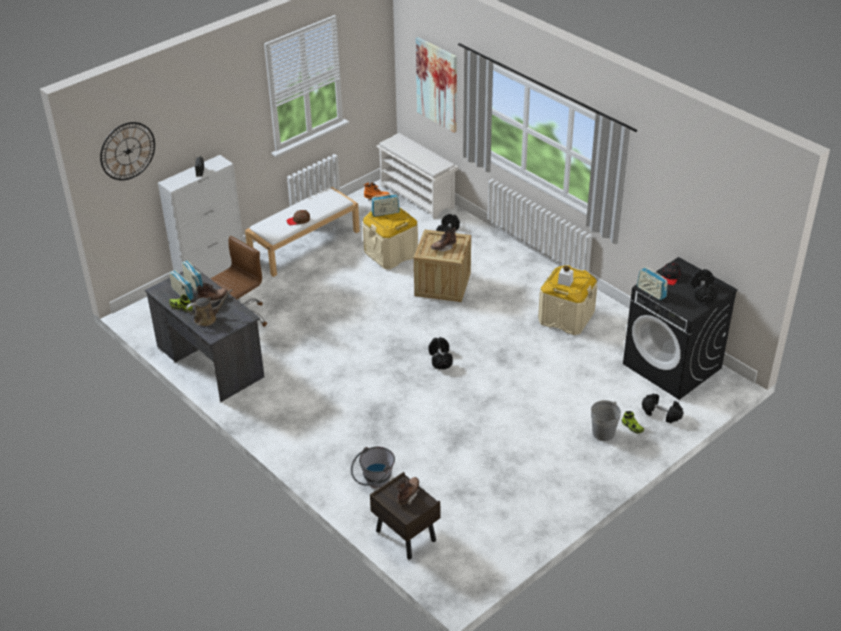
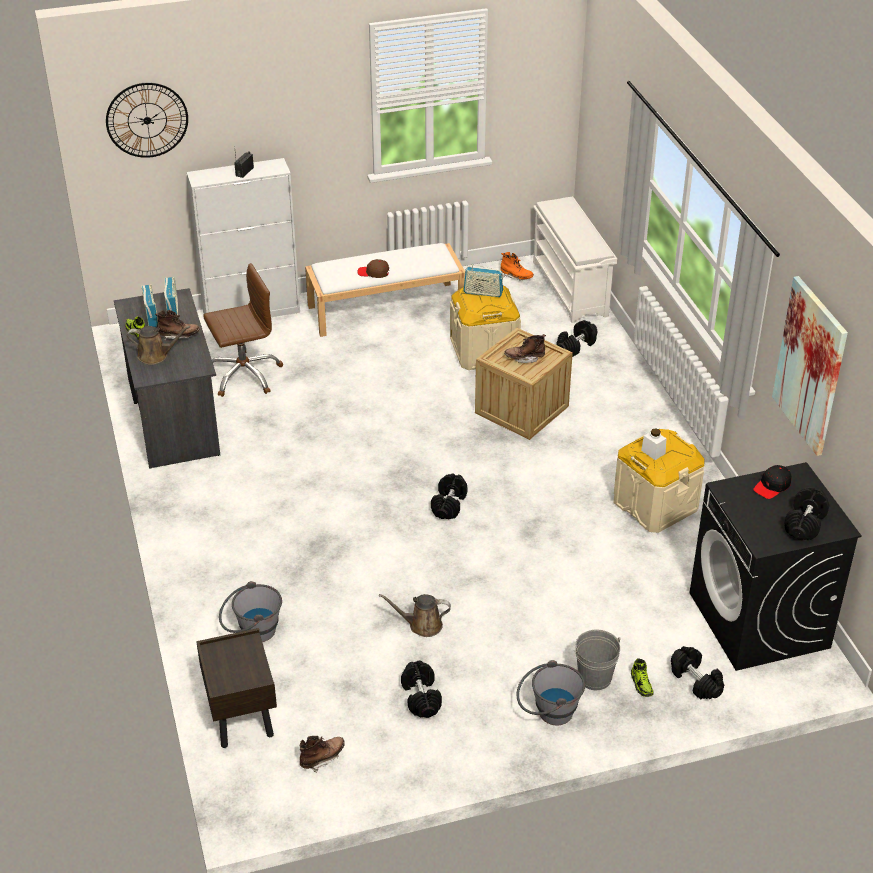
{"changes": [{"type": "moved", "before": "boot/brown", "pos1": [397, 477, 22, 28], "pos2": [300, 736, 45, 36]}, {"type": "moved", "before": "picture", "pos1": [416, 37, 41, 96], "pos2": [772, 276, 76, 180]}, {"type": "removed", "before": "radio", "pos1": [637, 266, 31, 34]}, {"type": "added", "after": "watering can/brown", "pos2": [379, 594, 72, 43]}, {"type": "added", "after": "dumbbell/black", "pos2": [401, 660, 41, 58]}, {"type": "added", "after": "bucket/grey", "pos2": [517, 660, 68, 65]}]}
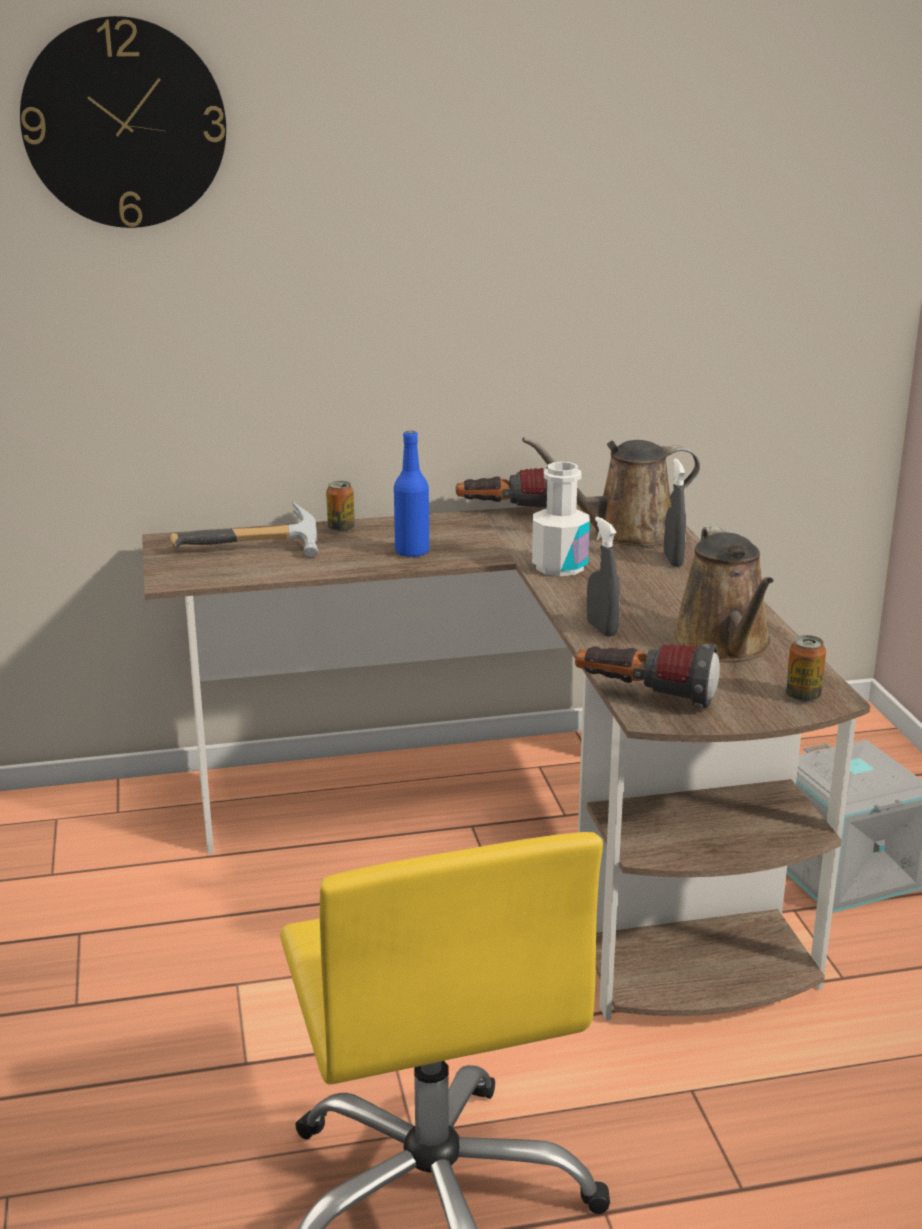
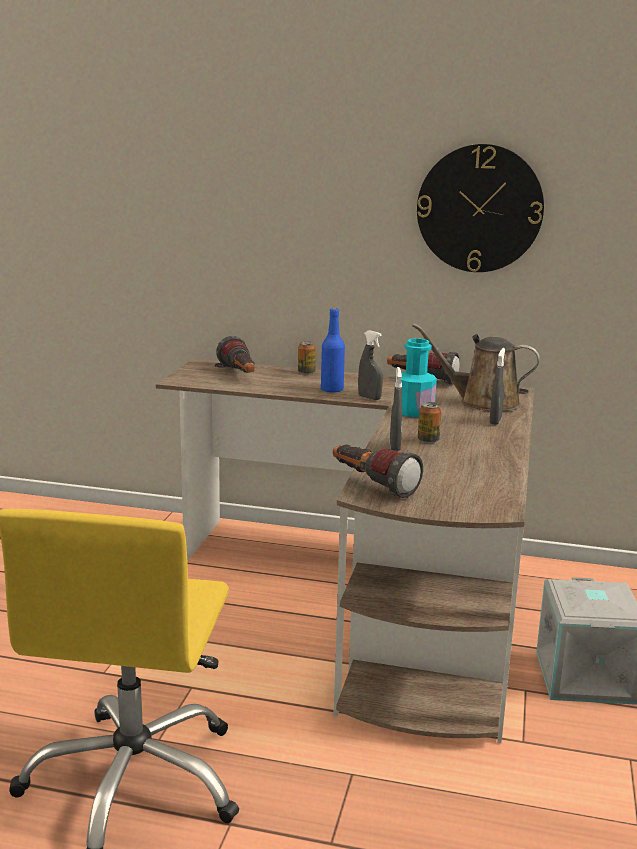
{"changes": [{"type": "moved", "before": "wall clock", "pos1": [20, 16, 206, 212], "pos2": [417, 144, 127, 128]}, {"type": "replaced", "before": "hammer", "after": "flashlight", "pos1": [170, 502, 148, 55], "pos2": [216, 336, 39, 37]}, {"type": "recoloured", "before": "bottle/white", "after": "bottle/turquoise", "pos1": [532, 462, 58, 114], "pos2": [395, 338, 42, 79]}, {"type": "removed", "before": "watering can/brown", "pos1": [672, 526, 102, 136]}, {"type": "moved", "before": "can", "pos1": [786, 635, 40, 67], "pos2": [418, 402, 23, 41]}, {"type": "added", "after": "spray bottle/grey", "pos2": [358, 330, 25, 70]}]}
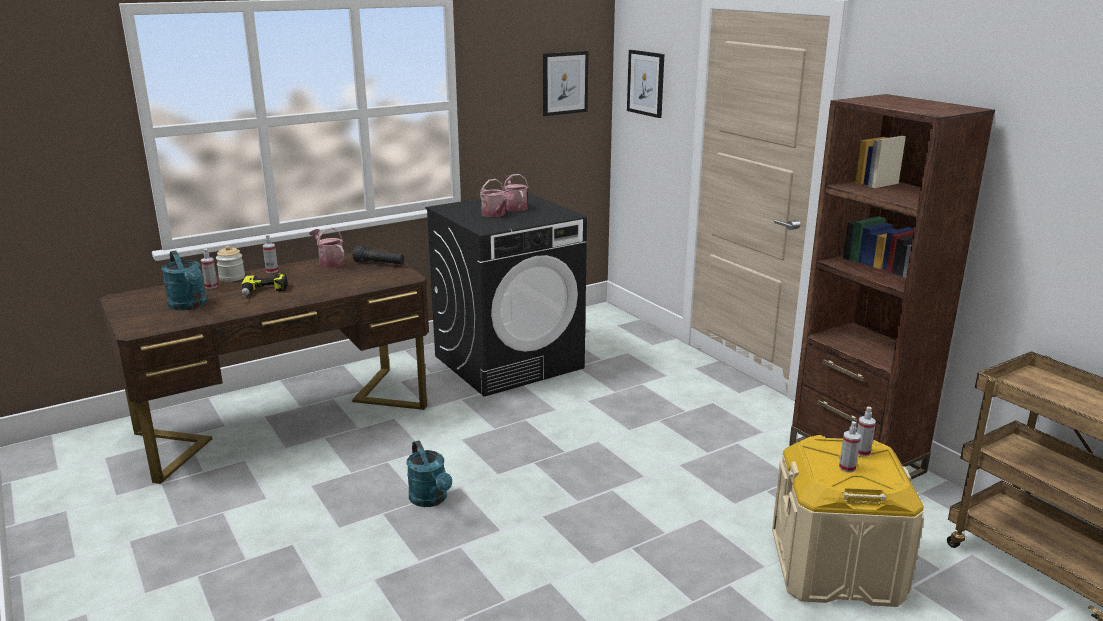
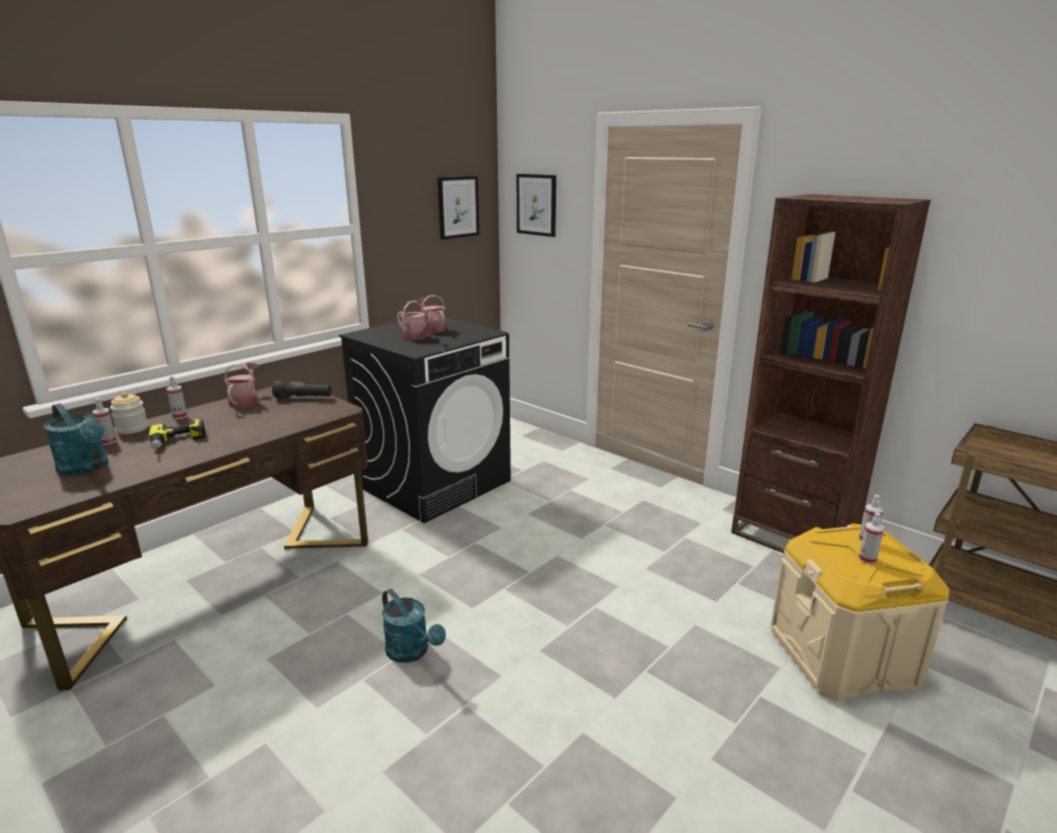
{"changes": [{"type": "turned", "before": "watering can", "pos1": [309, 227, 36, 41], "pos2": [224, 363, 35, 45], "turn": 60}]}
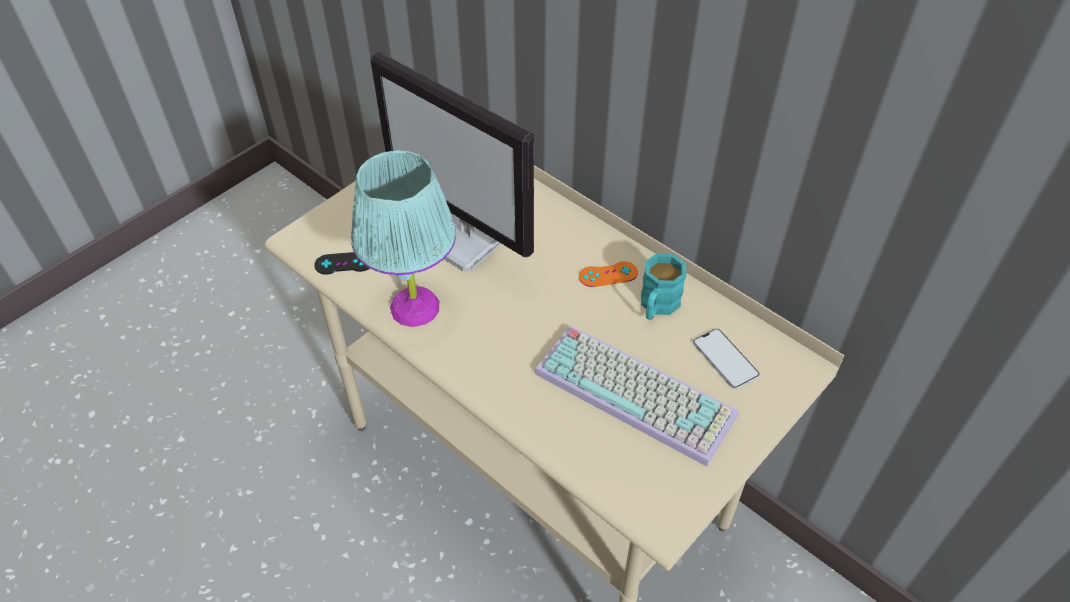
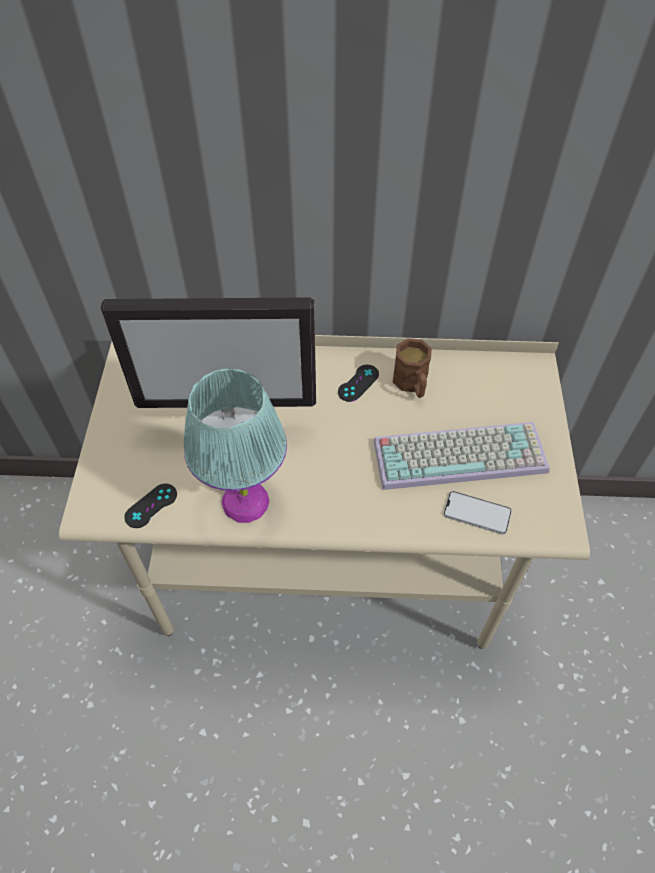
{"changes": [{"type": "recoloured", "before": "game controller/orange", "after": "game controller/black", "pos1": [579, 261, 59, 26], "pos2": [338, 365, 41, 37]}, {"type": "recoloured", "before": "mug/turquoise", "after": "mug/brown", "pos1": [641, 253, 46, 67], "pos2": [393, 338, 39, 60]}, {"type": "moved", "before": "phone", "pos1": [693, 328, 67, 61], "pos2": [443, 491, 69, 44]}]}
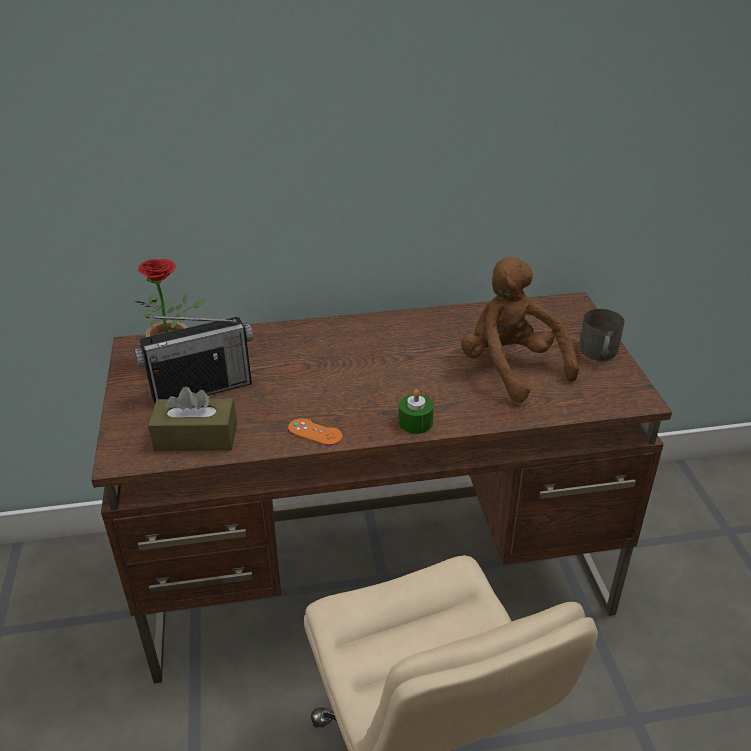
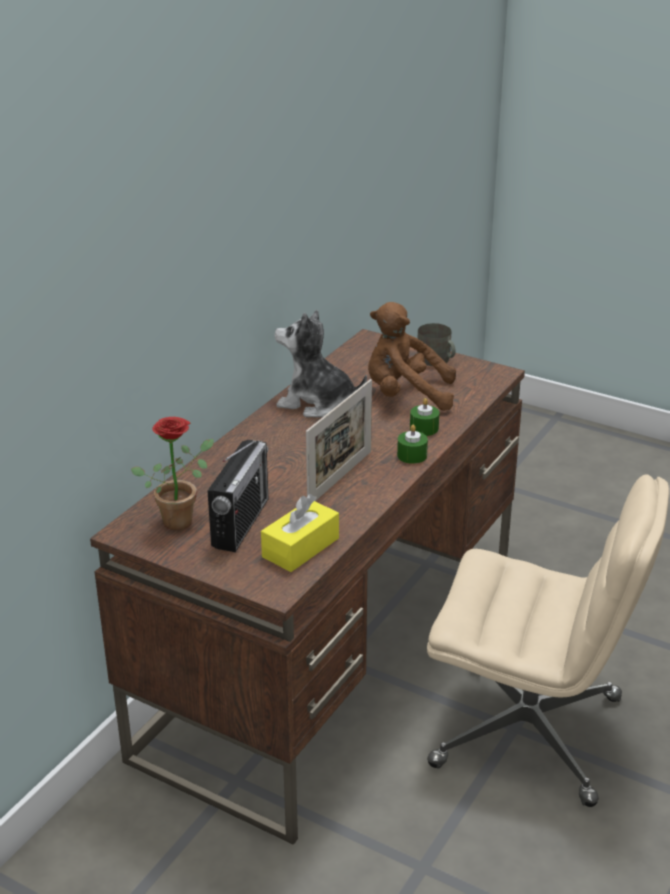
{"changes": [{"type": "recoloured", "before": "tissue box/brown", "after": "tissue box/yellow", "pos1": [148, 387, 89, 64], "pos2": [261, 494, 78, 78]}, {"type": "removed", "before": "game controller/orange", "pos1": [288, 418, 55, 28]}, {"type": "added", "after": "plush toy", "pos2": [274, 310, 93, 107]}, {"type": "added", "after": "picture frame", "pos2": [306, 379, 66, 122]}, {"type": "added", "after": "candle/green", "pos2": [410, 398, 29, 38]}]}
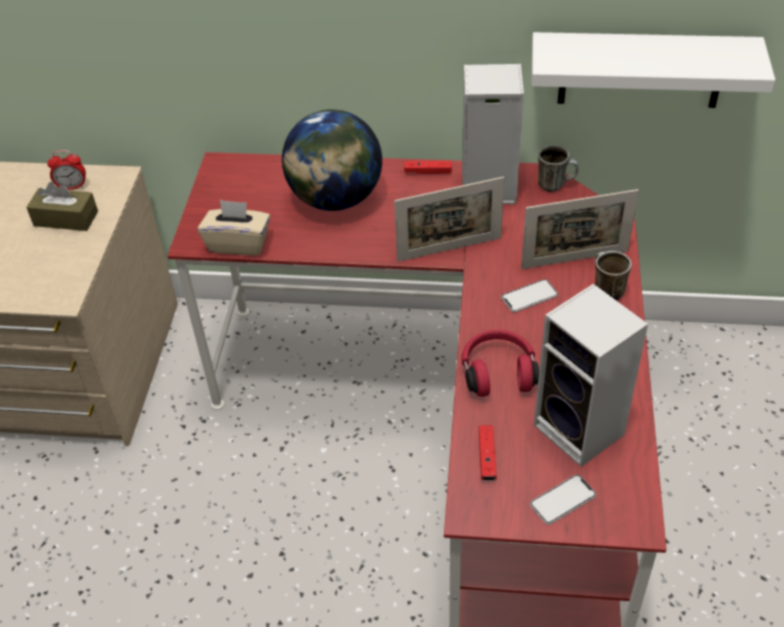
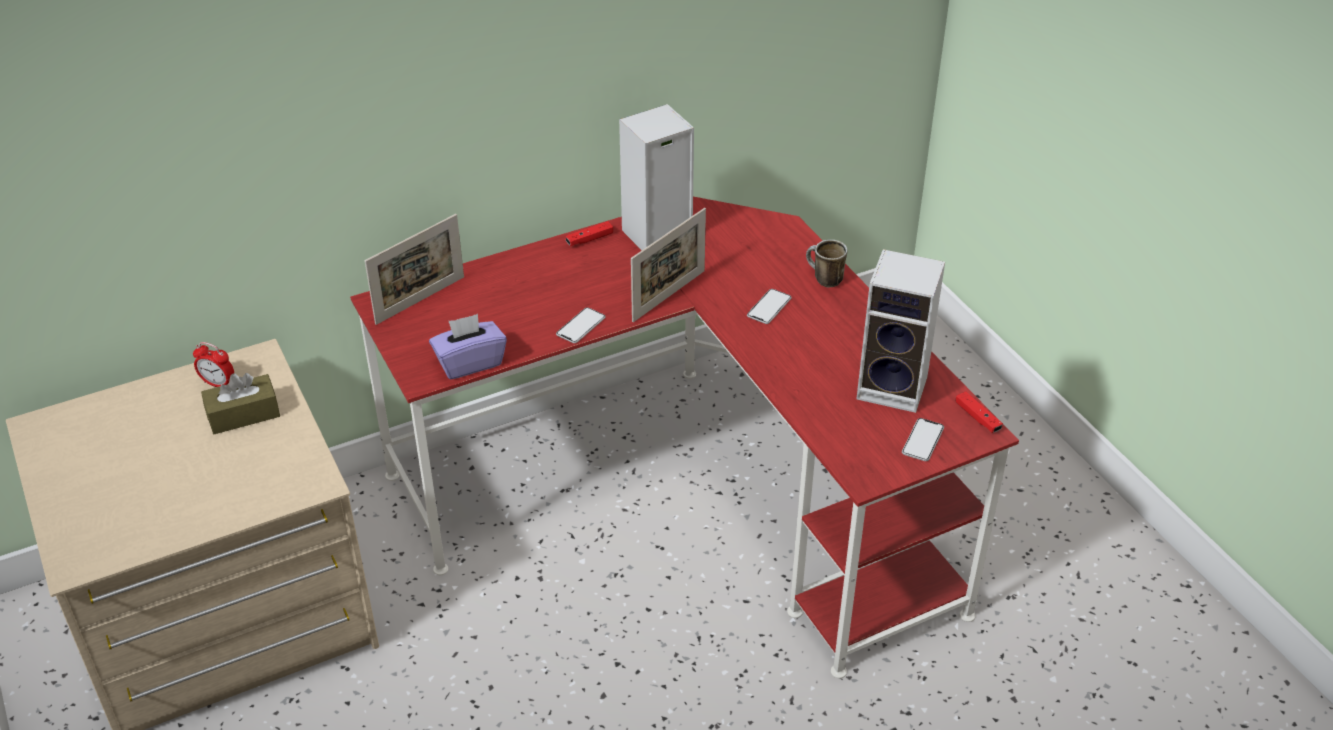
{"changes": [{"type": "turned", "before": "alarm clock", "pos1": [47, 150, 39, 40], "pos2": [193, 342, 41, 45], "turn": 60}, {"type": "recoloured", "before": "tissue box/beige", "after": "tissue box/purple", "pos1": [198, 200, 72, 56], "pos2": [429, 314, 78, 65]}, {"type": "removed", "before": "globe", "pos1": [282, 109, 100, 102]}, {"type": "removed", "before": "headphones/red", "pos1": [461, 330, 78, 67]}, {"type": "moved", "before": "game controller/red", "pos1": [479, 425, 18, 56], "pos2": [955, 391, 48, 42]}, {"type": "moved", "before": "picture frame", "pos1": [521, 189, 118, 80], "pos2": [365, 214, 99, 111]}, {"type": "removed", "before": "shelf/white", "pos1": [532, 32, 243, 76]}, {"type": "removed", "before": "mug", "pos1": [538, 145, 41, 47]}, {"type": "added", "after": "phone", "pos2": [556, 307, 50, 36]}]}
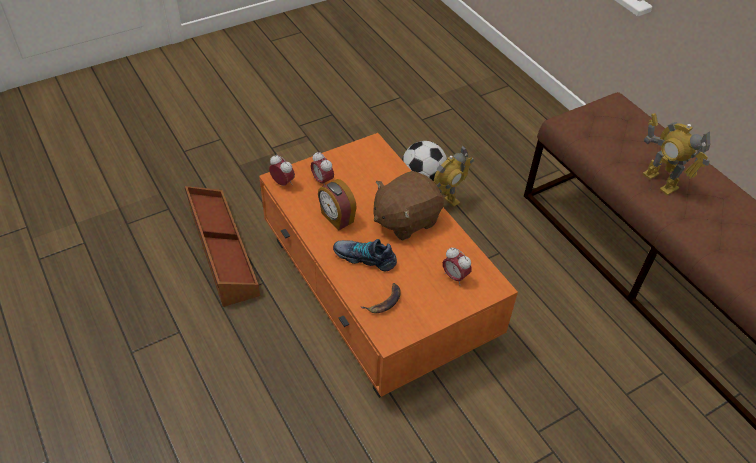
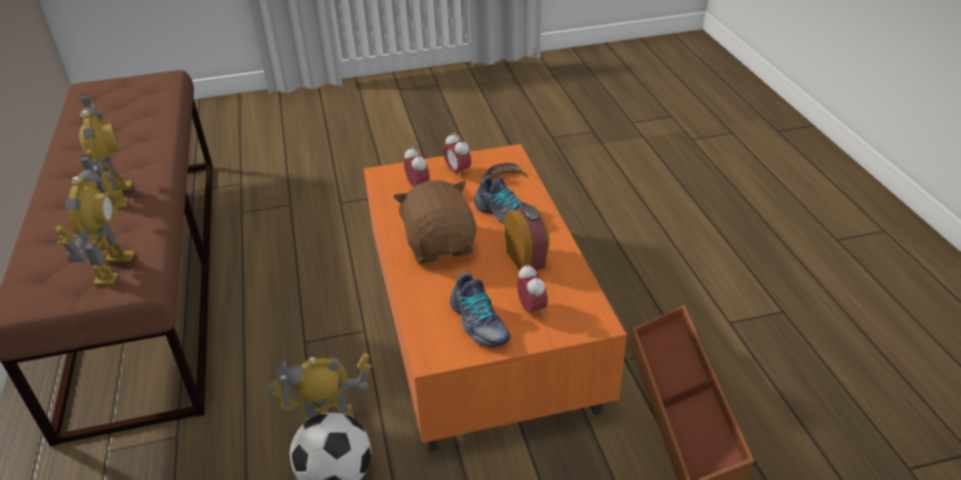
{"changes": [{"type": "moved", "before": "alarm clock", "pos1": [269, 155, 26, 31], "pos2": [444, 133, 27, 45]}, {"type": "turned", "before": "plush toy/brown", "pos1": [374, 171, 70, 70], "pos2": [393, 180, 84, 83], "turn": -90}, {"type": "added", "after": "toy robot", "pos2": [54, 155, 81, 130]}, {"type": "added", "after": "shoe", "pos2": [450, 273, 61, 74]}]}
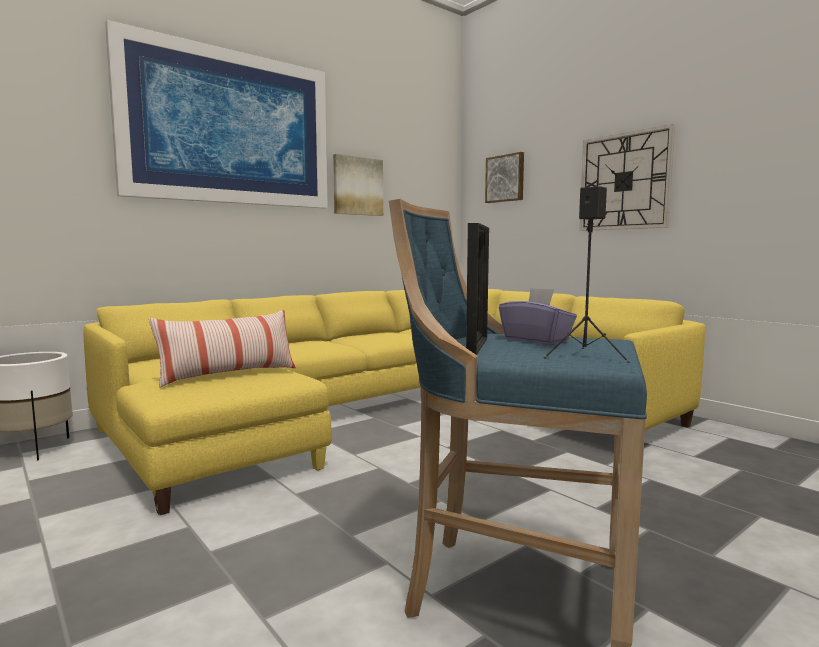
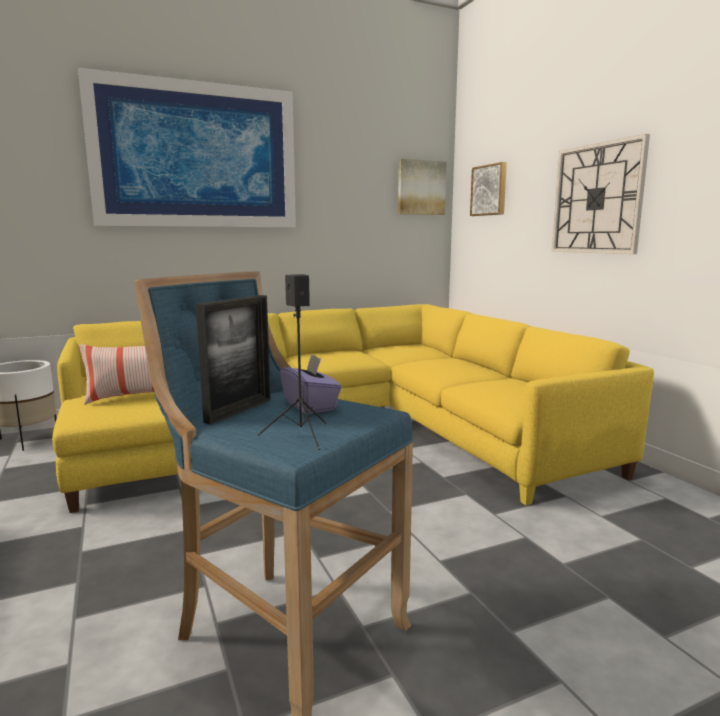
{"changes": [{"type": "moved", "before": "picture", "pos1": [333, 154, 50, 62], "pos2": [398, 159, 49, 56]}]}
